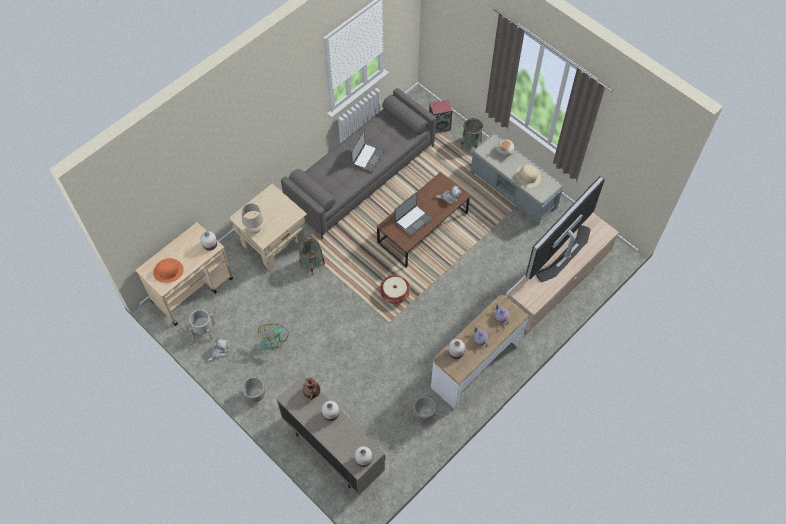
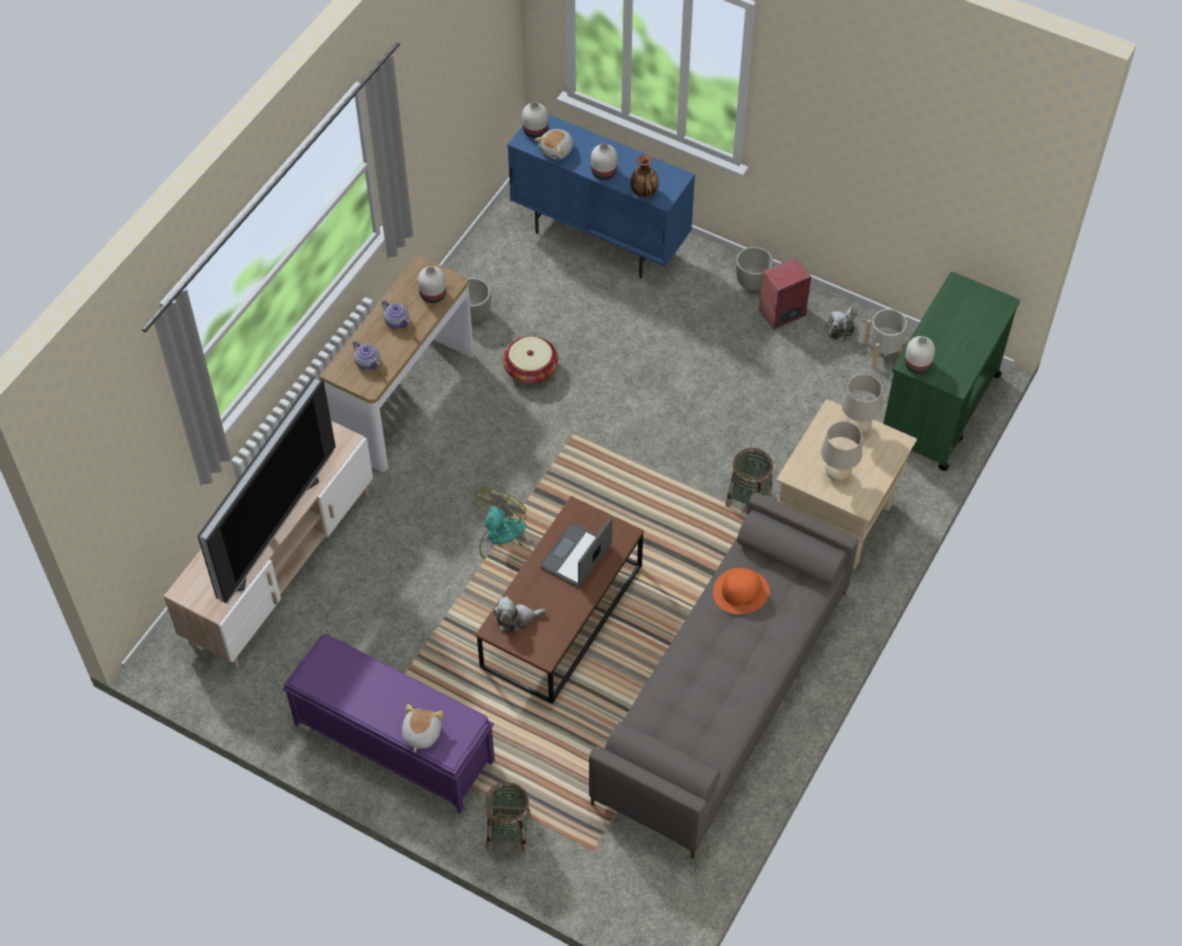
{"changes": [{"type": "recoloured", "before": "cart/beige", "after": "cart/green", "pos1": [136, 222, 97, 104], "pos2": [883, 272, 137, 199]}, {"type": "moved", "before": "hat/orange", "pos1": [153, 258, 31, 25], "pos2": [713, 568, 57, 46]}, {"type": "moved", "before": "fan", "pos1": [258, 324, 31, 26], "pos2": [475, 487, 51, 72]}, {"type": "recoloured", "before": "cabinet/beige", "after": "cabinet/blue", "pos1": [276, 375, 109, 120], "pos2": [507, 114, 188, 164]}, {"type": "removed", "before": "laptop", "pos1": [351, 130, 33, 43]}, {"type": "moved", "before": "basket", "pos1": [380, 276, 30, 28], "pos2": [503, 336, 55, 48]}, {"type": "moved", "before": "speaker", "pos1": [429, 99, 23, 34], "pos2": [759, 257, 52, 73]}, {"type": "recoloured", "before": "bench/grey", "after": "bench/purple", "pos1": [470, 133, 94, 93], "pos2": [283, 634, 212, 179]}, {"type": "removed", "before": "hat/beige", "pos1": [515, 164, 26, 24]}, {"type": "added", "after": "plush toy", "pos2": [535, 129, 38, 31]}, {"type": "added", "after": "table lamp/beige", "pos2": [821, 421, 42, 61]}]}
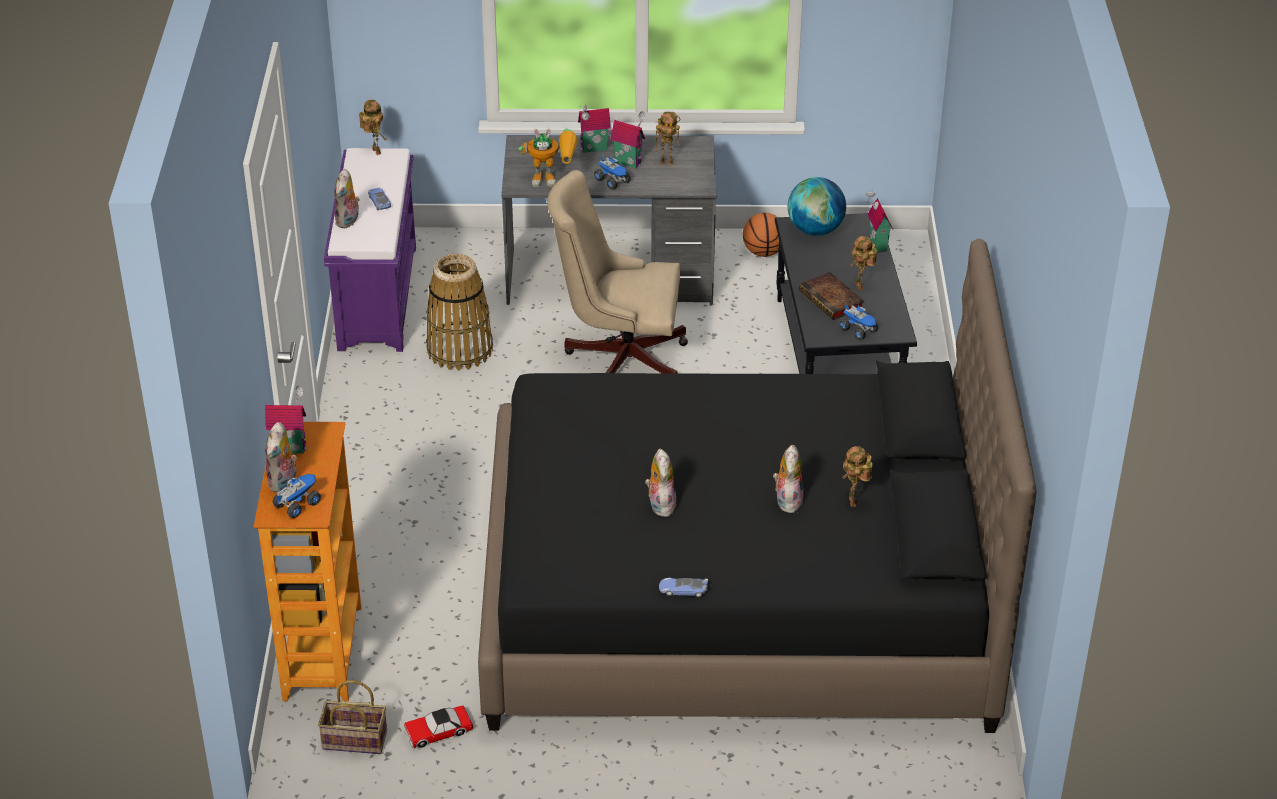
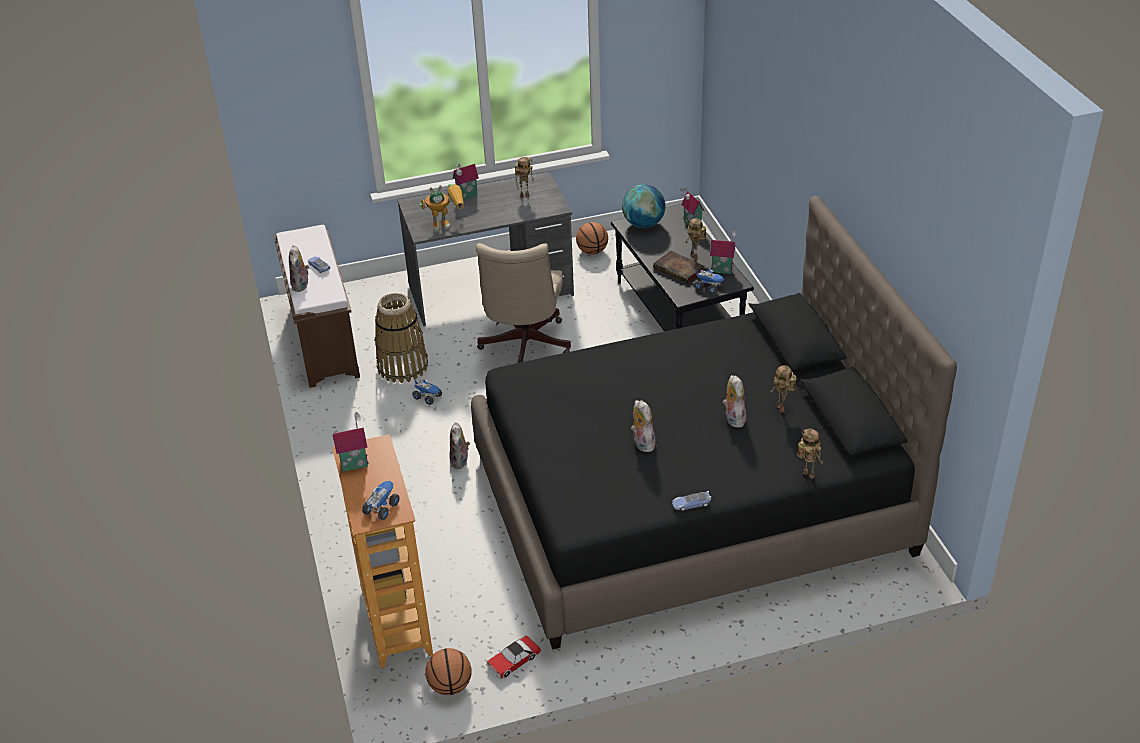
{"changes": [{"type": "moved", "before": "plush toy", "pos1": [265, 422, 32, 70], "pos2": [449, 422, 21, 47]}, {"type": "replaced", "before": "basket", "after": "basketball", "pos1": [318, 680, 69, 74], "pos2": [426, 648, 46, 47]}, {"type": "recoloured", "before": "bench/purple", "after": "bench/brown", "pos1": [324, 148, 92, 204], "pos2": [274, 225, 86, 163]}, {"type": "moved", "before": "toy robot", "pos1": [359, 100, 27, 55], "pos2": [797, 428, 26, 51]}, {"type": "turned", "before": "office chair/beige", "pos1": [547, 170, 141, 203], "pos2": [476, 243, 95, 120], "turn": -75}, {"type": "moved", "before": "toy truck", "pos1": [594, 155, 37, 35], "pos2": [412, 380, 30, 25]}, {"type": "moved", "before": "toy house", "pos1": [610, 111, 36, 57], "pos2": [710, 229, 27, 45]}]}
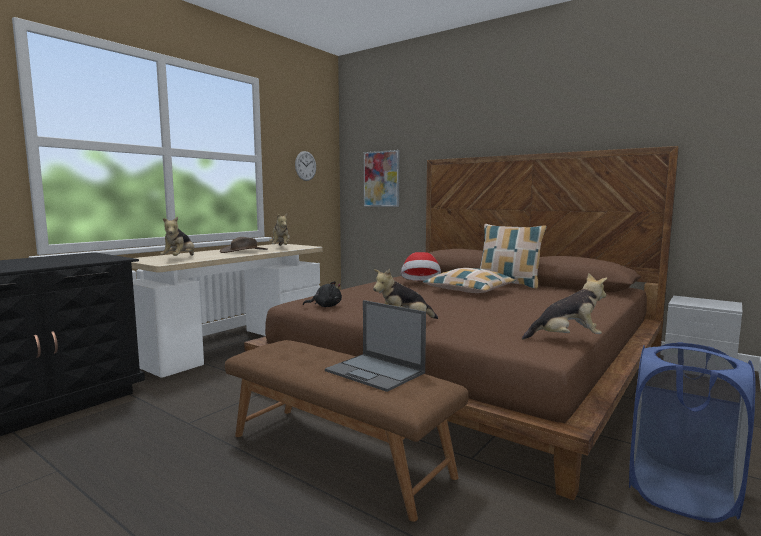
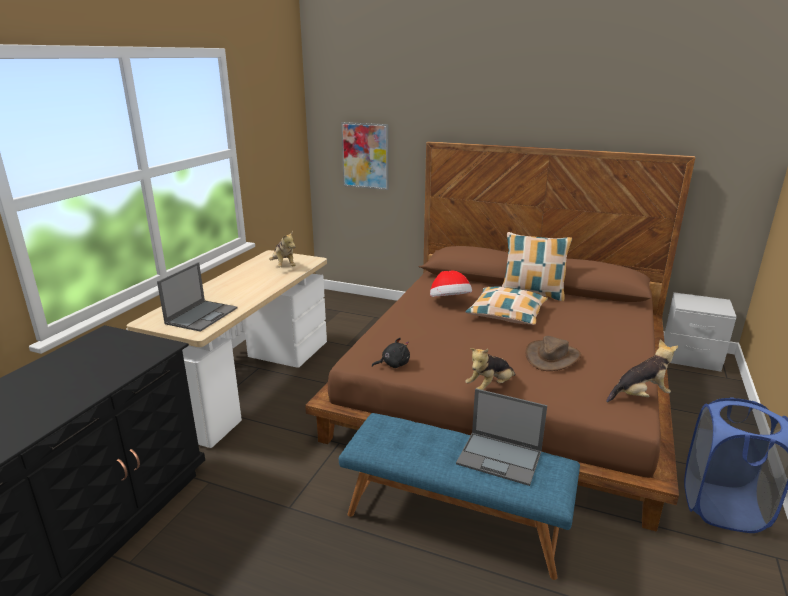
{"changes": [{"type": "replaced", "before": "plush toy", "after": "laptop", "pos1": [160, 217, 35, 39], "pos2": [157, 262, 80, 70]}, {"type": "moved", "before": "hat/brown", "pos1": [220, 237, 48, 16], "pos2": [525, 336, 56, 35]}, {"type": "recoloured", "before": "bench/brown", "after": "bench/blue", "pos1": [225, 340, 244, 182], "pos2": [339, 413, 241, 167]}, {"type": "removed", "before": "wall clock", "pos1": [295, 151, 21, 30]}]}
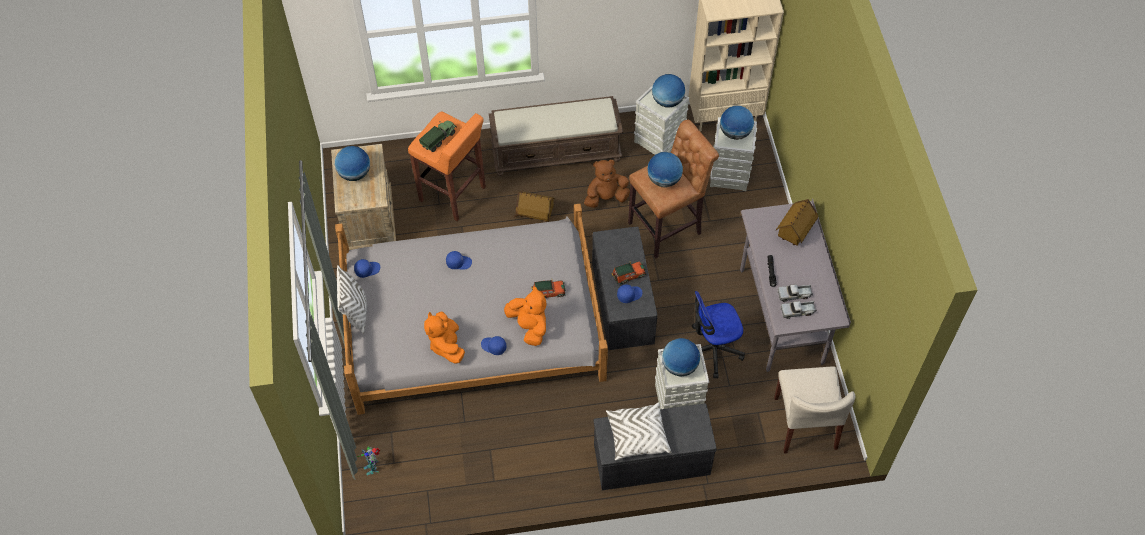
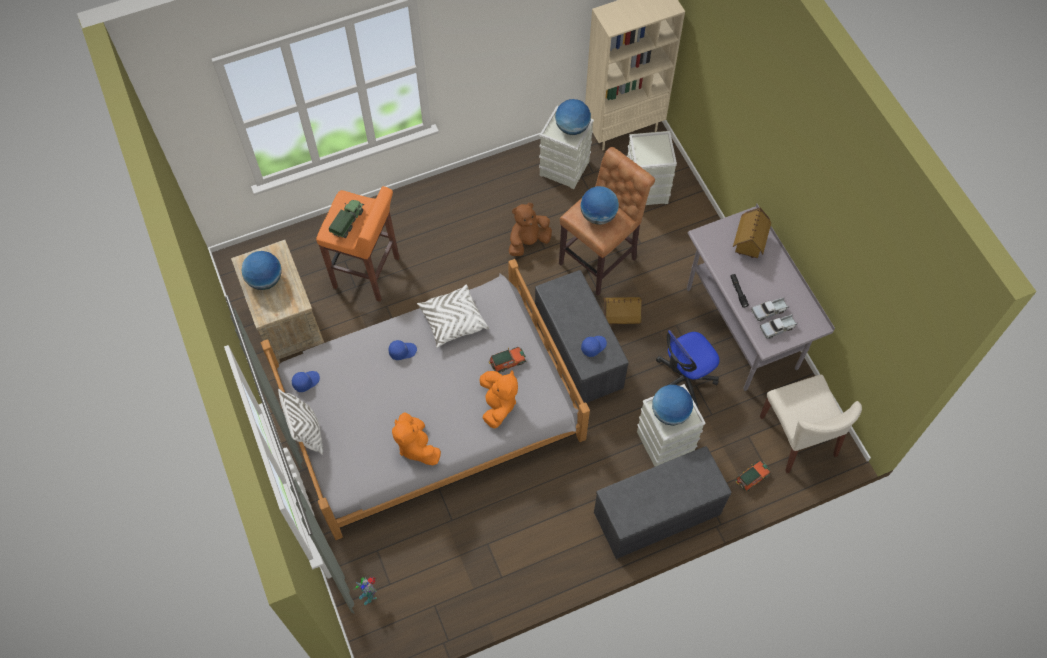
{"changes": [{"type": "removed", "before": "cap/blue", "pos1": [481, 336, 25, 19]}, {"type": "removed", "before": "bench/brown", "pos1": [489, 96, 134, 80]}, {"type": "turned", "before": "plush toy/orange", "pos1": [504, 286, 43, 60], "pos2": [480, 370, 38, 59], "turn": 45}, {"type": "moved", "before": "toy house", "pos1": [513, 191, 42, 31], "pos2": [602, 297, 40, 27]}, {"type": "moved", "before": "pillow/white", "pos1": [606, 402, 65, 58], "pos2": [417, 285, 72, 63]}, {"type": "moved", "before": "toy car", "pos1": [611, 261, 35, 23], "pos2": [735, 461, 36, 30]}, {"type": "removed", "before": "globe", "pos1": [720, 106, 34, 34]}]}
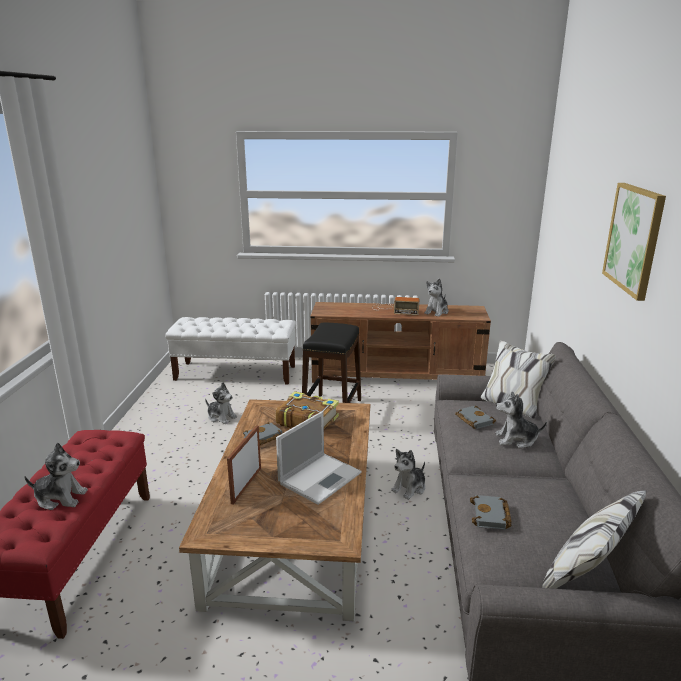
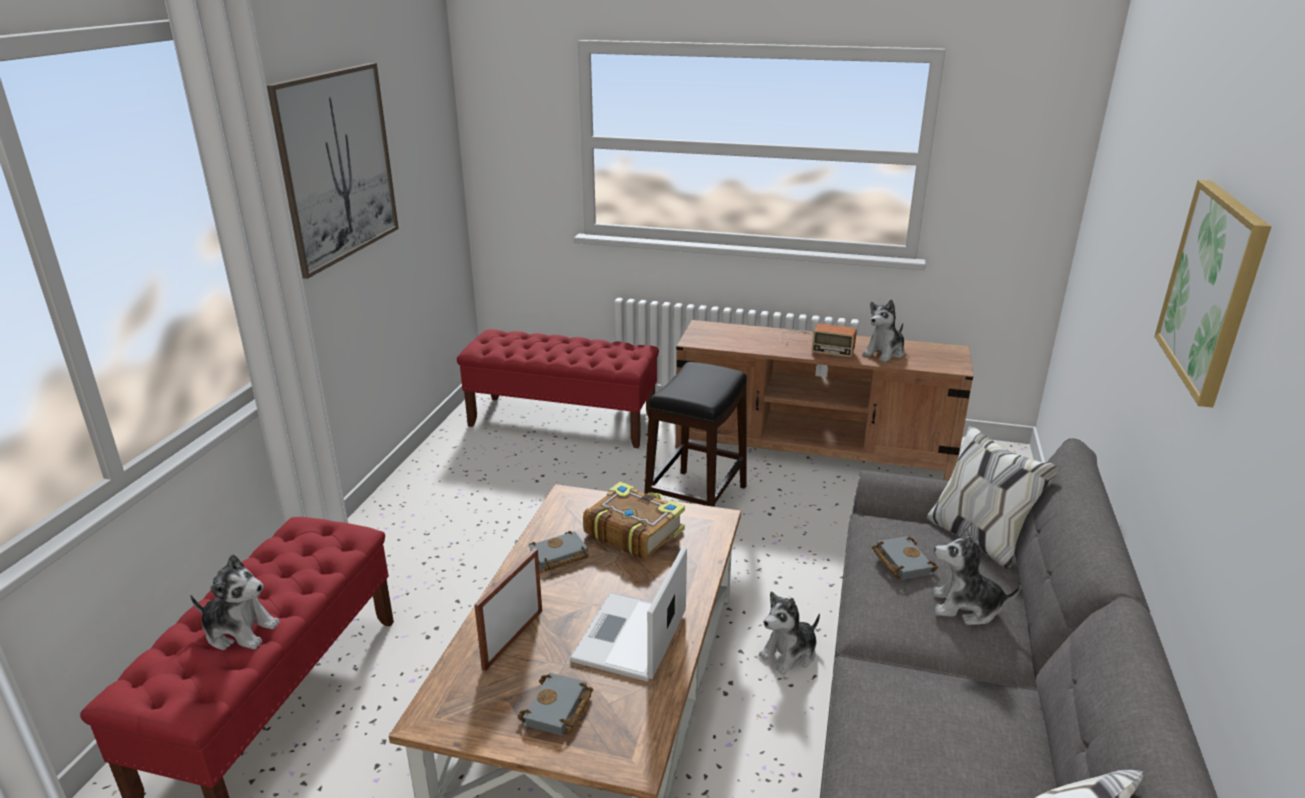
{"changes": [{"type": "recoloured", "before": "bench/white", "after": "bench/red", "pos1": [165, 317, 131, 68], "pos2": [457, 329, 202, 119]}, {"type": "removed", "before": "plush toy", "pos1": [205, 383, 32, 41]}, {"type": "turned", "before": "laptop", "pos1": [276, 411, 86, 94], "pos2": [570, 546, 117, 136], "turn": 150}, {"type": "moved", "before": "book/grey", "pos1": [470, 495, 42, 35], "pos2": [517, 673, 76, 63]}, {"type": "added", "after": "picture", "pos2": [267, 63, 132, 216]}]}
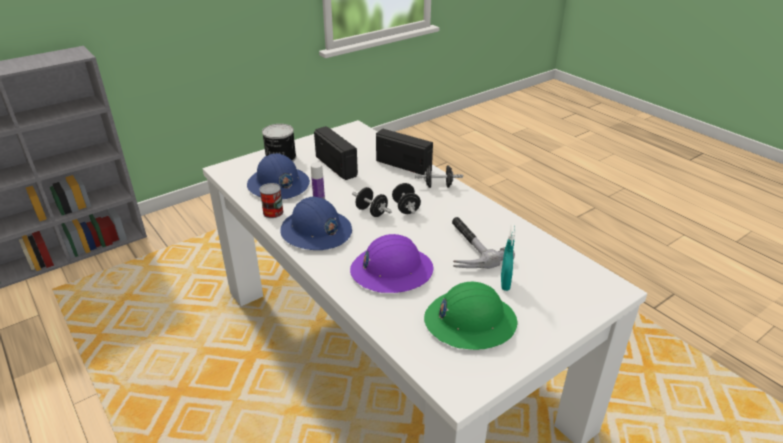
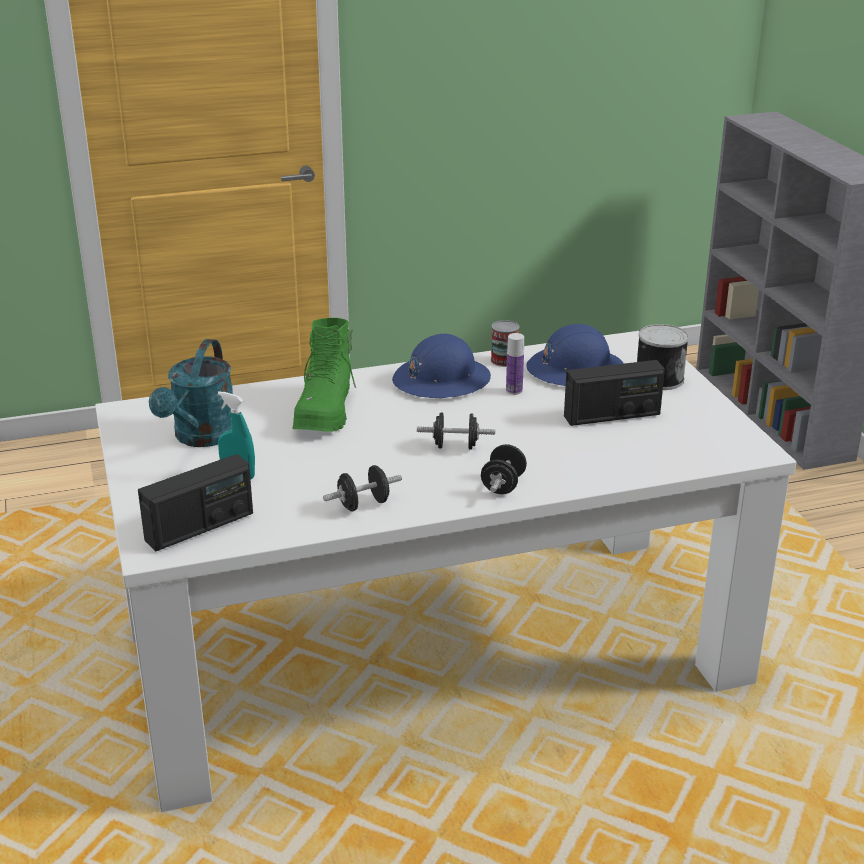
{"changes": [{"type": "replaced", "before": "hard hat/purple", "after": "boot/green", "pos1": [350, 234, 84, 59], "pos2": [292, 318, 64, 114]}, {"type": "moved", "before": "dumbbell/black", "pos1": [352, 187, 40, 30], "pos2": [323, 465, 79, 46]}, {"type": "moved", "before": "radio", "pos1": [376, 129, 57, 46], "pos2": [138, 454, 115, 97]}, {"type": "replaced", "before": "hard hat/green", "after": "watering can/turquoise", "pos1": [424, 282, 94, 68], "pos2": [149, 339, 84, 108]}, {"type": "removed", "before": "hammer", "pos1": [452, 217, 63, 52]}]}
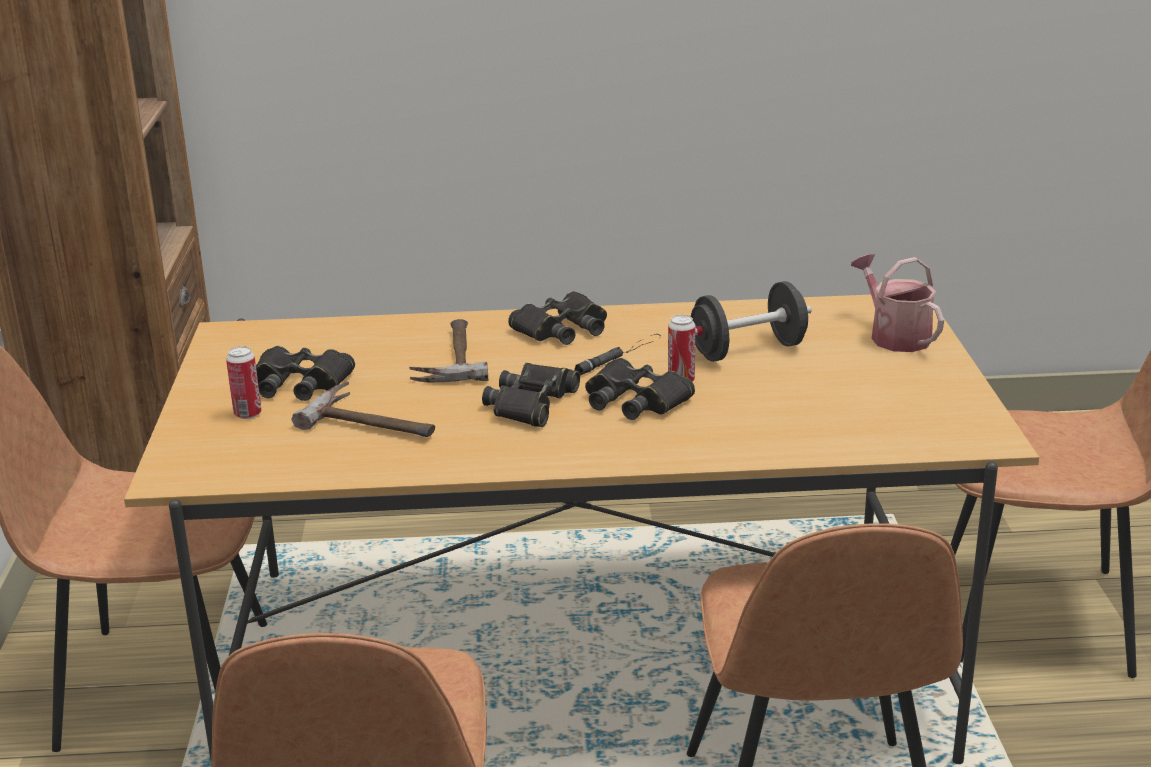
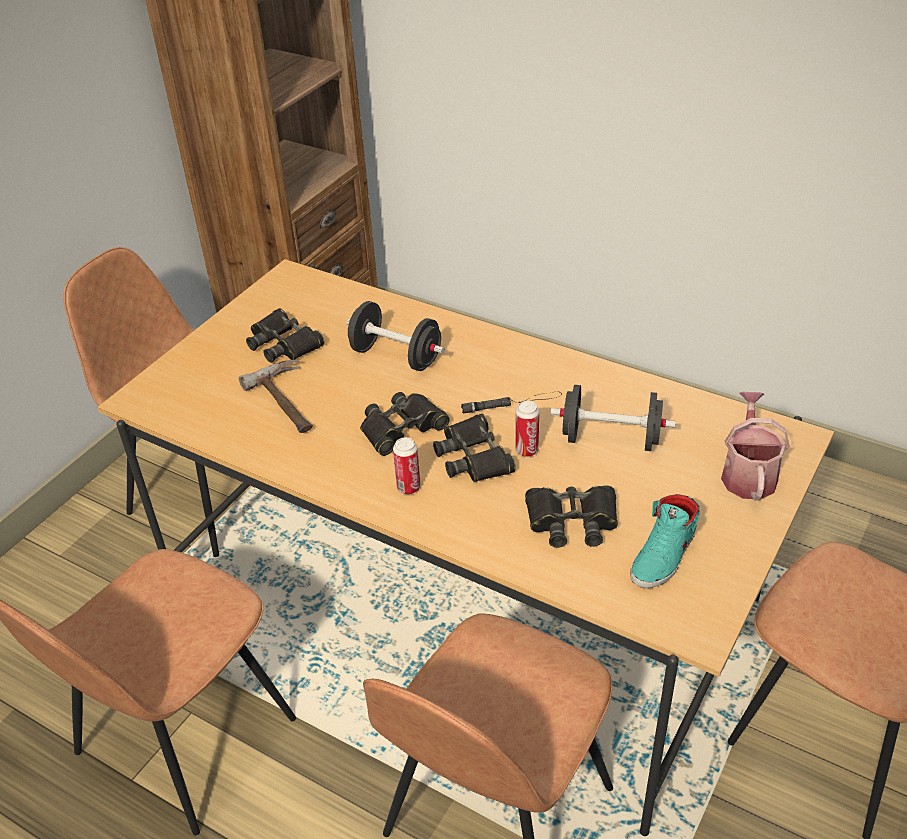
{"changes": [{"type": "moved", "before": "can", "pos1": [226, 346, 36, 73], "pos2": [393, 437, 27, 57]}, {"type": "replaced", "before": "hammer", "after": "dumbbell/black", "pos1": [409, 319, 79, 63], "pos2": [346, 301, 98, 70]}, {"type": "moved", "before": "binoculars/black", "pos1": [508, 291, 99, 54], "pos2": [525, 485, 93, 63]}, {"type": "added", "after": "shoe/turquoise", "pos2": [630, 494, 70, 94]}]}
